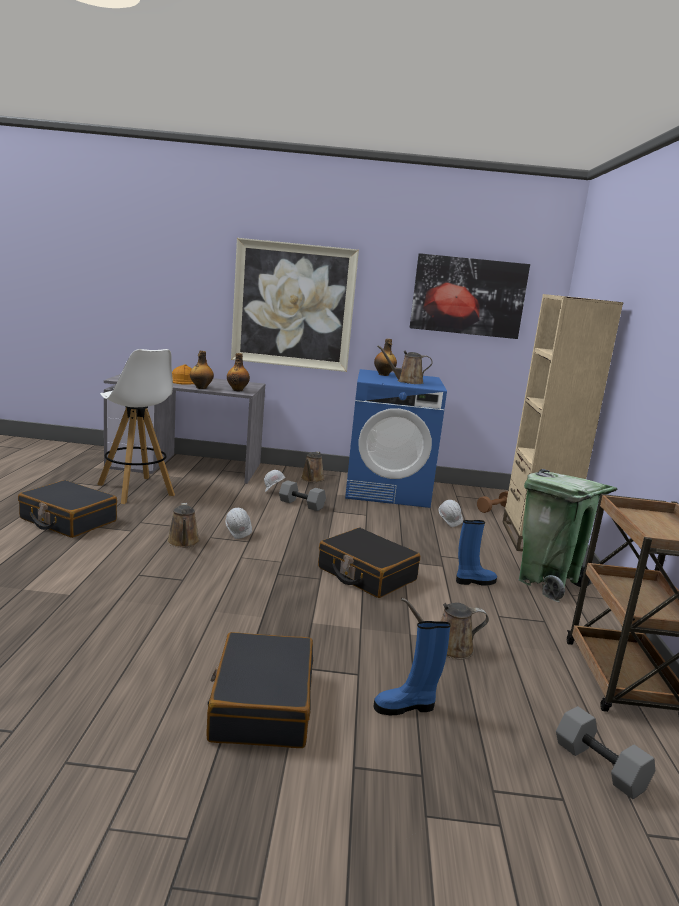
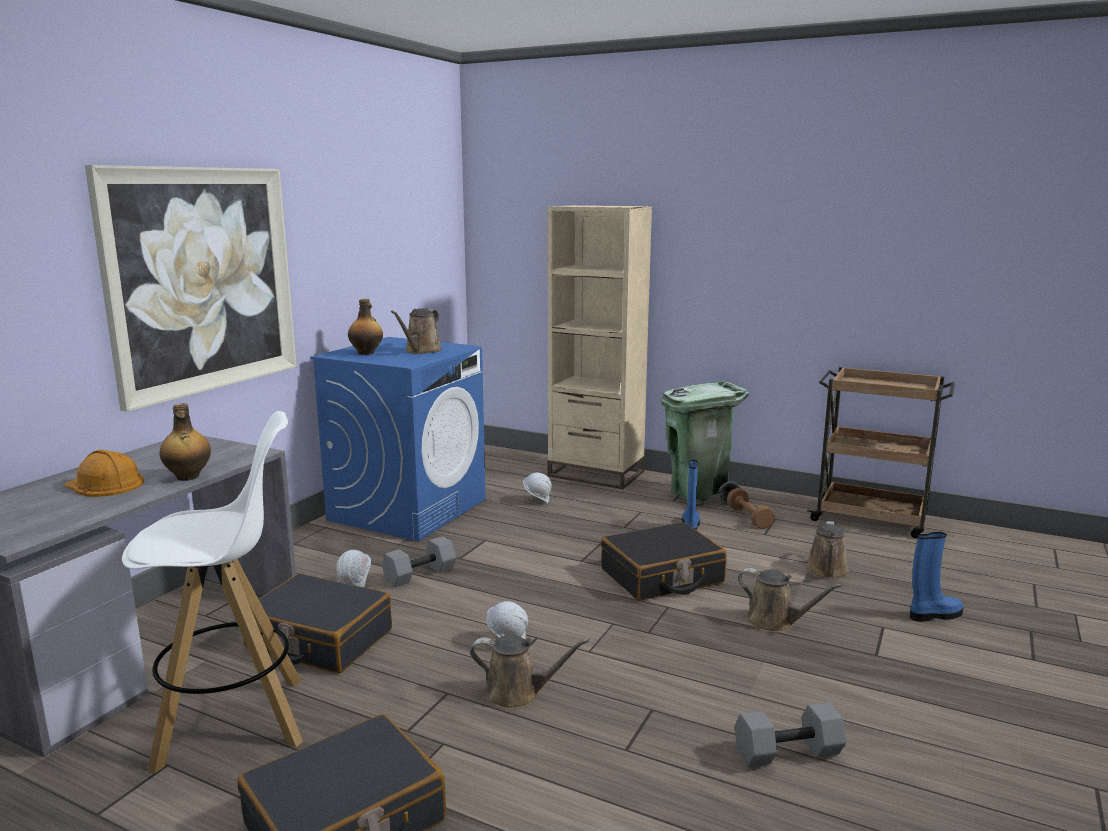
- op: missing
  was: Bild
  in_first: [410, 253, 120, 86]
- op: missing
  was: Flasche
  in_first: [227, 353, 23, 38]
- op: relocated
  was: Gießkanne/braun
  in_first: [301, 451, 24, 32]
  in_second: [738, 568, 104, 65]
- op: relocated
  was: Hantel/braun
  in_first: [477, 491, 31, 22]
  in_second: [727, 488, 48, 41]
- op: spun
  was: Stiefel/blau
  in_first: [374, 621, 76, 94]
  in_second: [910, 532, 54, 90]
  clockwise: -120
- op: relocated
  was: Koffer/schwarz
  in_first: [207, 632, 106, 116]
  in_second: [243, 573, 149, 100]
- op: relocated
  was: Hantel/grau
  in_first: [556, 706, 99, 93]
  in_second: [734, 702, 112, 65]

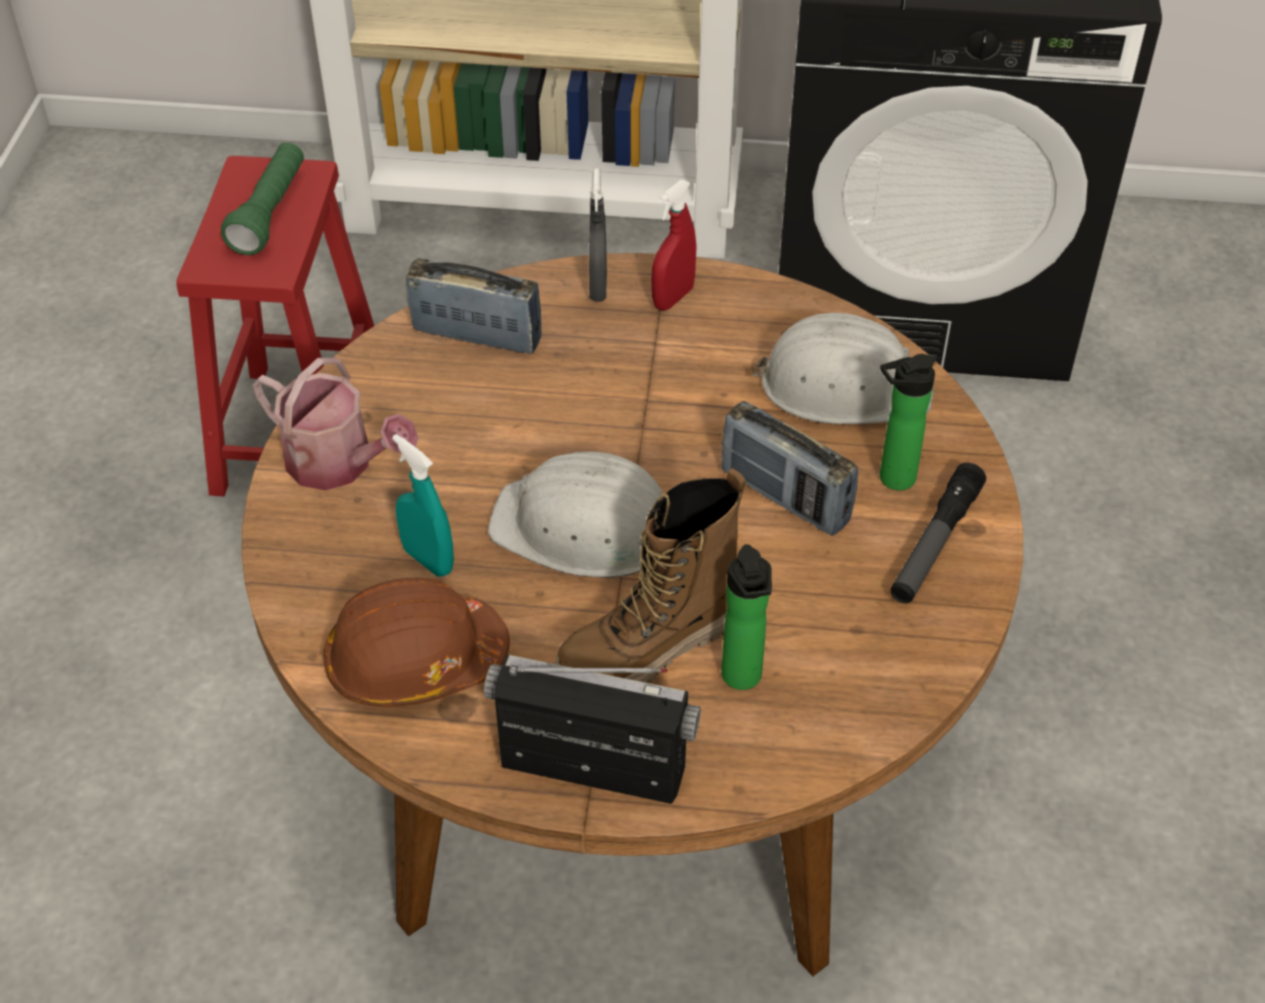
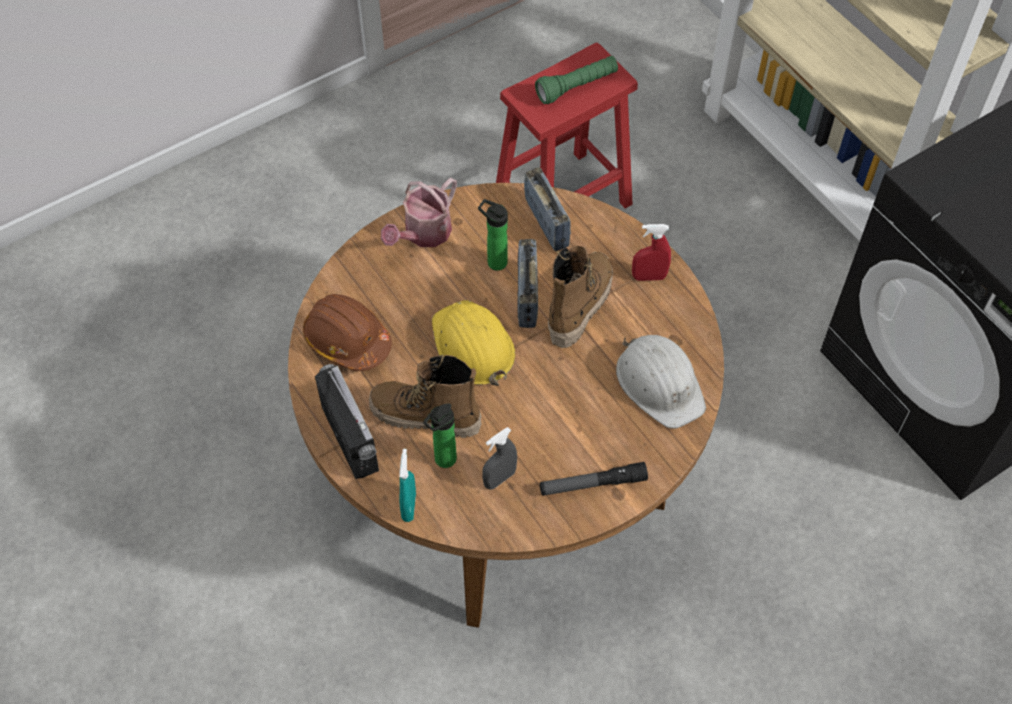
- op: relocated
  was: Sprühflasche/grau
  in_first: [589, 168, 18, 134]
  in_second: [482, 427, 35, 63]
- op: relocated
  was: Flasche
  in_first: [880, 354, 56, 136]
  in_second: [478, 199, 30, 72]
- op: spun
  was: Gießkanne
  in_first: [252, 358, 166, 132]
  in_second: [381, 178, 76, 69]
  clockwise: 45
- op: relocated
  was: Radio
  in_first: [722, 401, 136, 135]
  in_second: [517, 239, 21, 89]
- op: relocated
  was: Sprühflasche/türkis
  in_first: [392, 434, 62, 142]
  in_second: [399, 449, 17, 73]
- op: colour
  was: Schutzhelm/weiß
  now: Schutzhelm/gelb
  in_first: [488, 452, 175, 126]
  in_second: [432, 300, 83, 86]
- op: appeared
  now: Stiefel
  in_second: [548, 246, 65, 102]

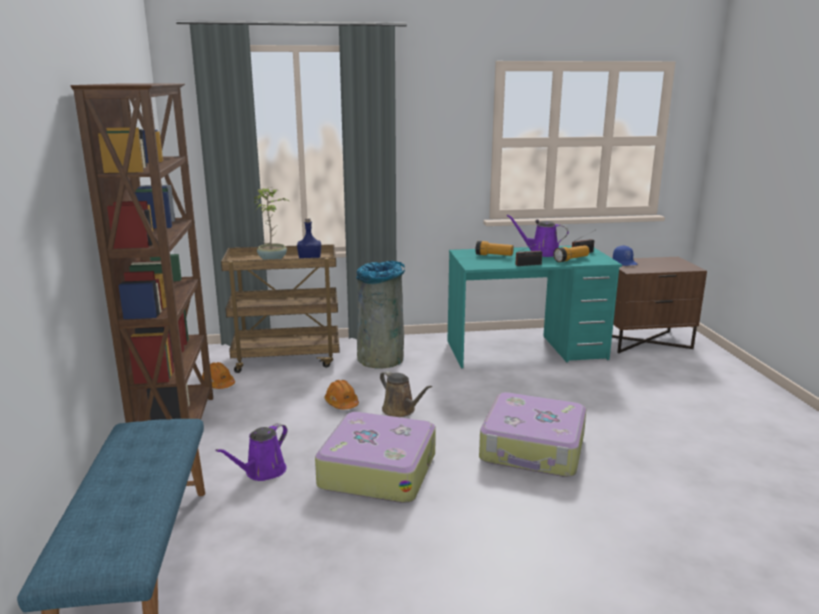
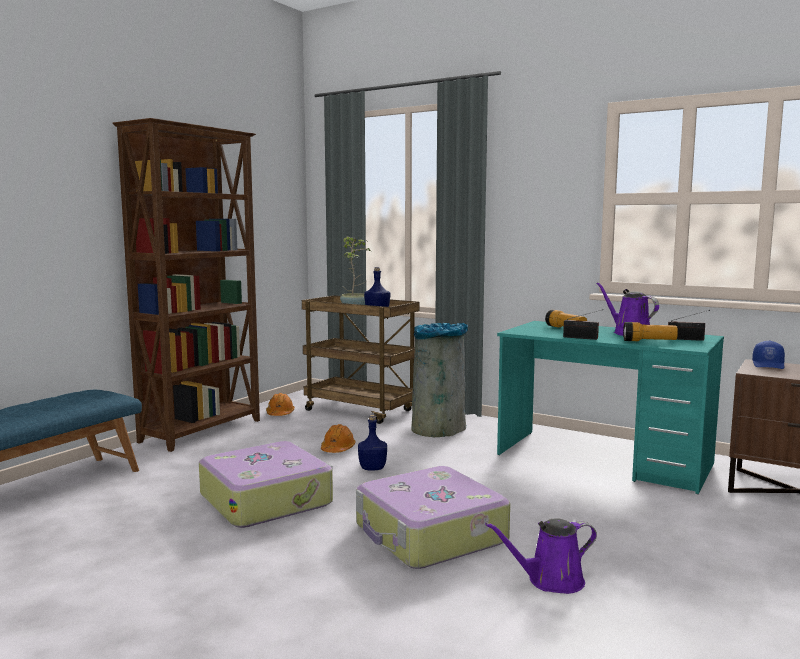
- op: exchanged
  was: Gießkanne/braun
  now: Flasche/blau
  in_first: [380, 371, 52, 46]
  in_second: [358, 415, 29, 56]
- op: relocated
  was: Gießkanne/lila
  in_first: [215, 423, 72, 58]
  in_second: [485, 518, 112, 76]

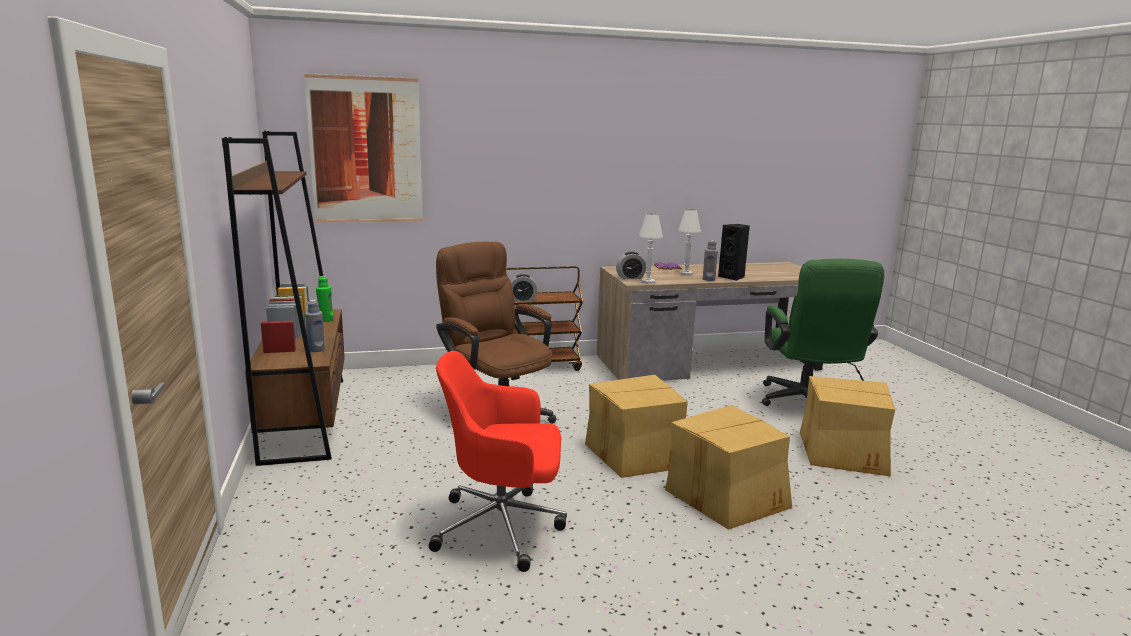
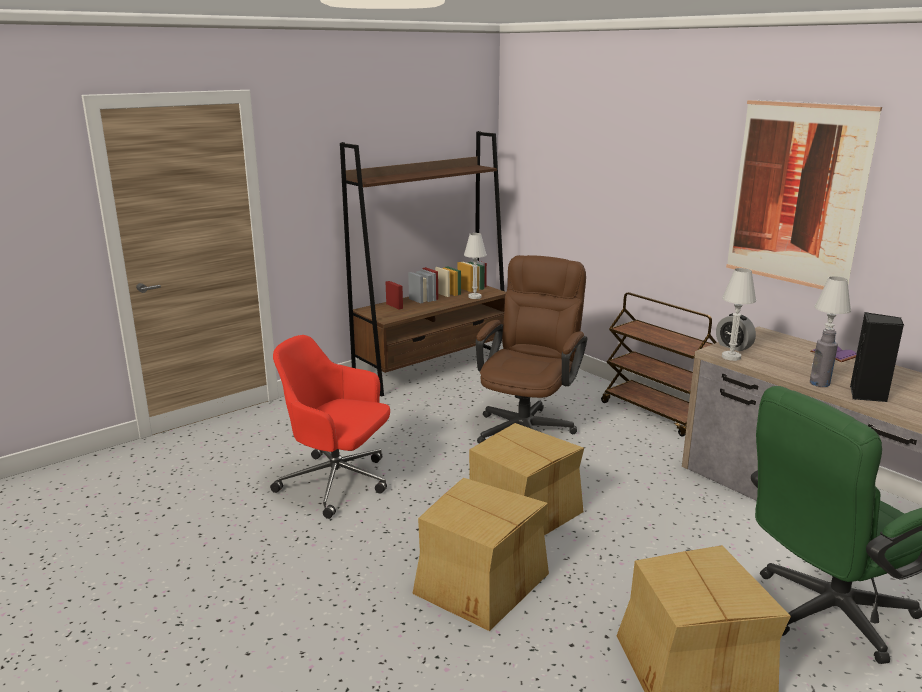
- op: relocated
  was: Bild
  in_first: [304, 74, 118, 148]
  in_second: [726, 100, 156, 190]
- op: missing
  was: Wecker
  in_first: [511, 274, 26, 28]
- op: exchanged
  was: Flasche/grün
  now: Tischlampe/weiß
  in_first: [316, 276, 18, 46]
  in_second: [464, 233, 23, 66]
- op: missing
  was: Flasche/grau
  in_first: [305, 300, 20, 52]
- op: spun
  was: Bürostuhl/rot
  in_first: [429, 351, 138, 221]
  in_second: [270, 335, 120, 184]
  clockwise: -45

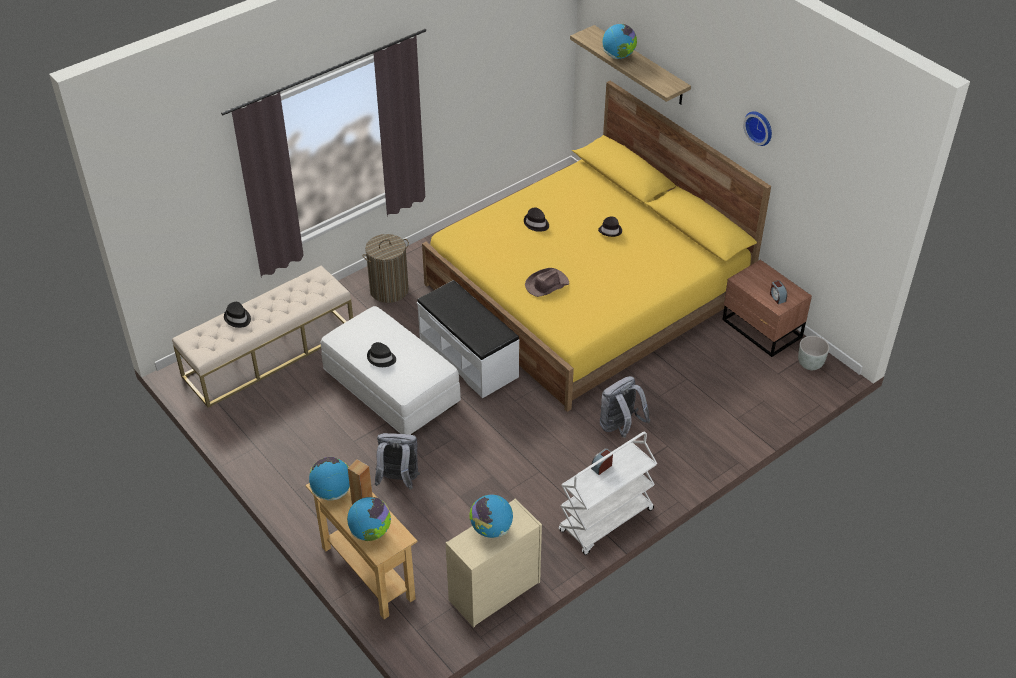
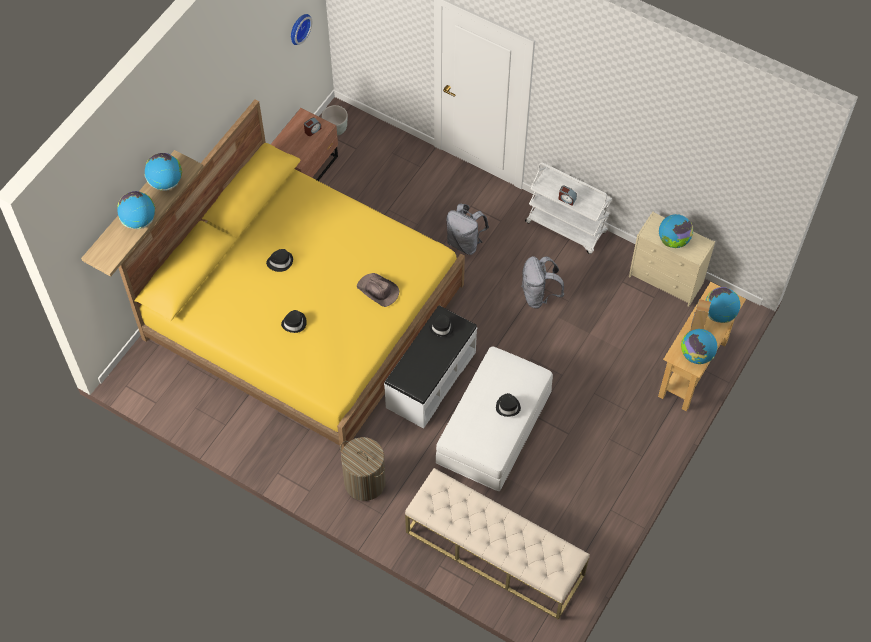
- op: relocated
  was: Wanduhr
  in_first: [743, 111, 29, 35]
  in_second: [291, 14, 21, 31]
- op: relocated
  was: Hut/schwarz
  in_first: [224, 302, 27, 26]
  in_second: [429, 314, 25, 23]
- op: relocated
  was: Rucksack/grau
  in_first: [375, 433, 45, 57]
  in_second: [521, 256, 43, 52]
- op: appeared
  now: Globus
  in_second: [145, 153, 37, 38]

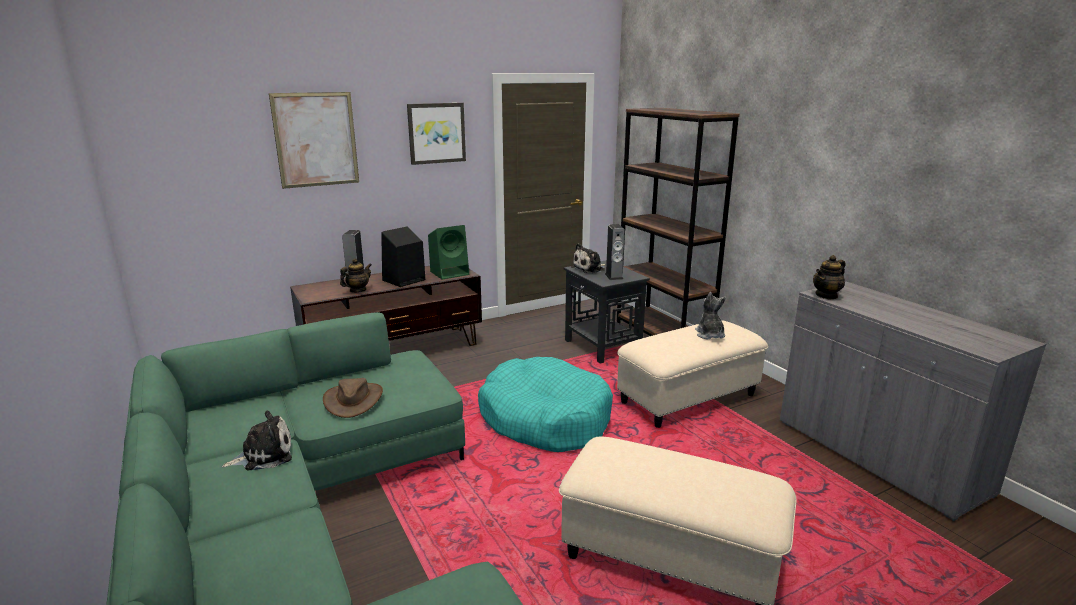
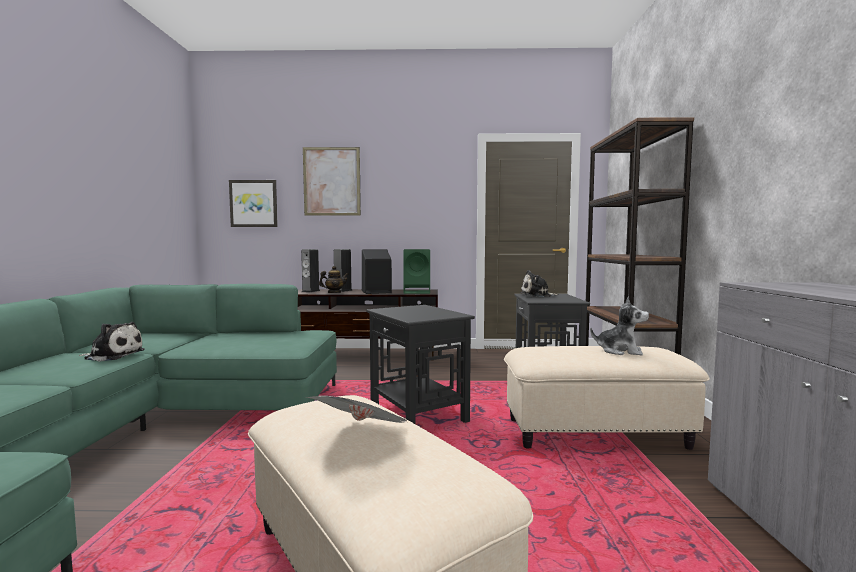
- op: relocated
  was: Bild
  in_first: [407, 103, 59, 62]
  in_second: [229, 180, 49, 47]
- op: relocated
  was: Lautsprecher
  in_first: [605, 224, 20, 56]
  in_second: [301, 249, 19, 44]
- op: missing
  was: Teekanne
  in_first: [813, 255, 32, 44]
- op: spun
  was: Plüschtier
  in_first: [695, 292, 31, 48]
  in_second: [590, 296, 59, 60]
  clockwise: 90
- op: exchanged
  was: Hundebett/türkis
  now: Beistelltisch/schwarz
  in_first: [478, 357, 135, 95]
  in_second: [366, 305, 109, 119]
- op: missing
  was: Hut/braun
  in_first: [323, 378, 60, 40]
- op: appeared
  now: Zeitung
  in_second: [305, 396, 102, 27]

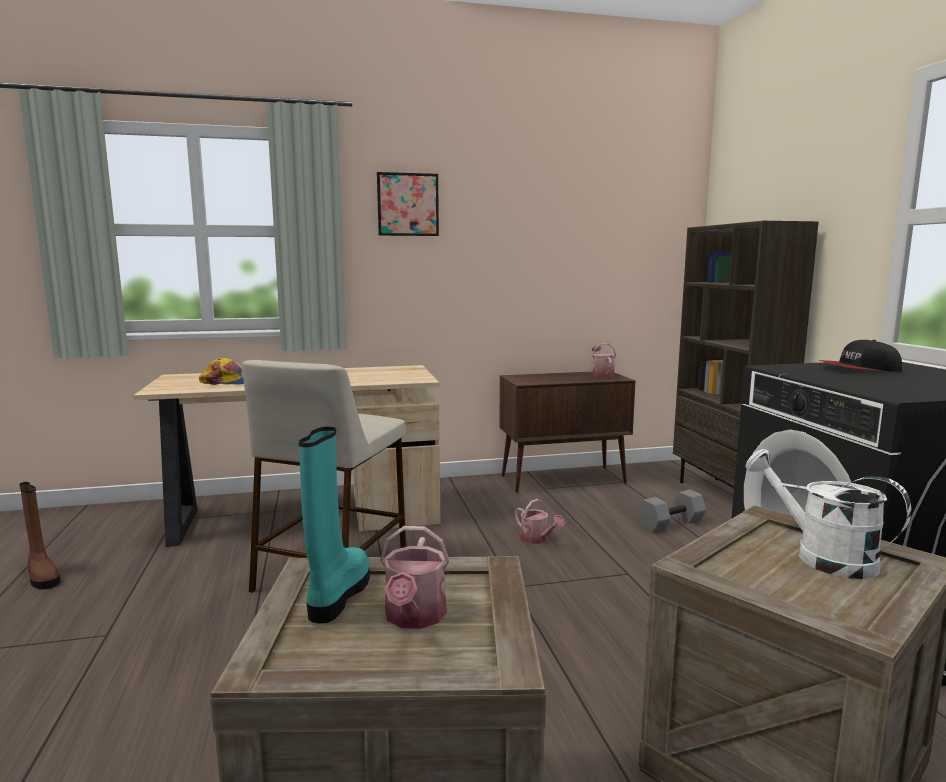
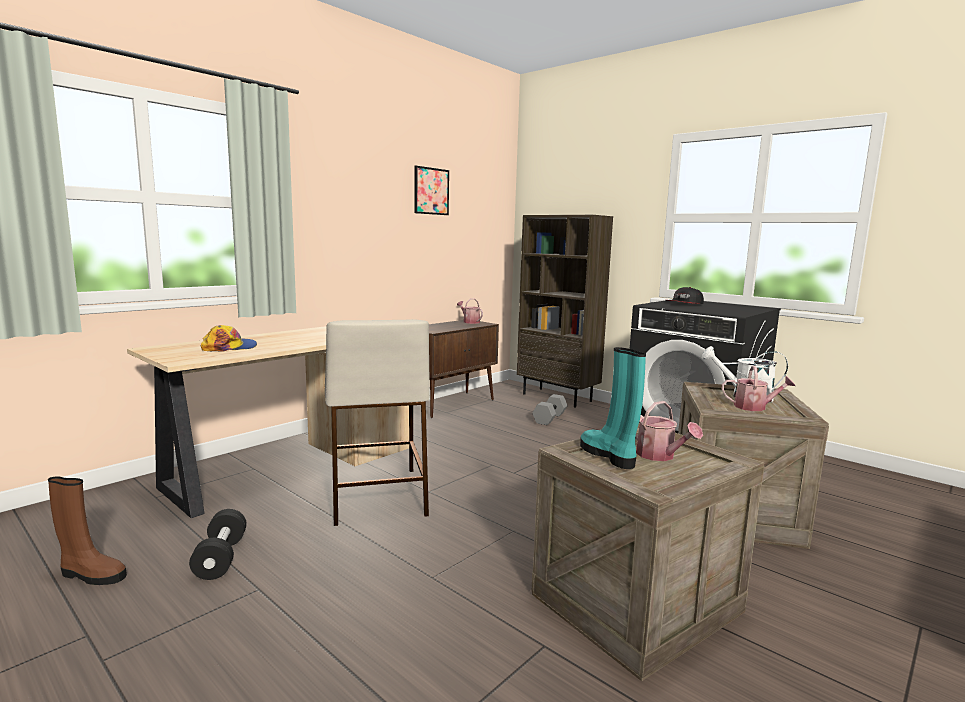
- op: relocated
  was: Bild
  in_first: [377, 172, 62, 64]
  in_second: [414, 166, 35, 49]
- op: relocated
  was: Gießkanne
  in_first: [515, 499, 50, 45]
  in_second: [722, 365, 73, 46]
- op: appeared
  now: Hantel/schwarz
  in_second: [189, 509, 58, 71]

